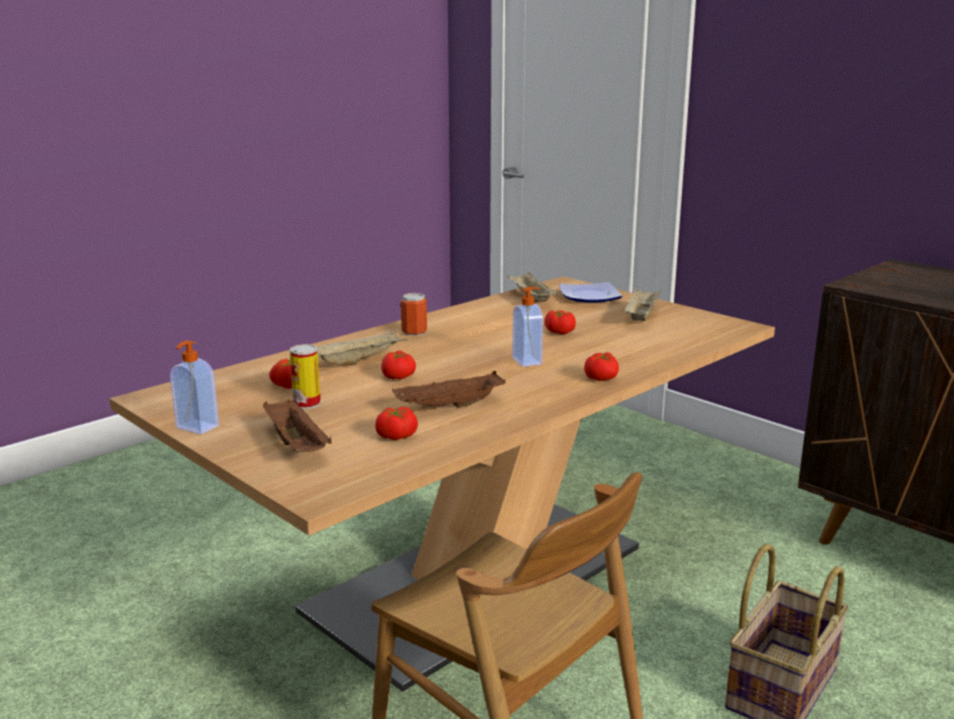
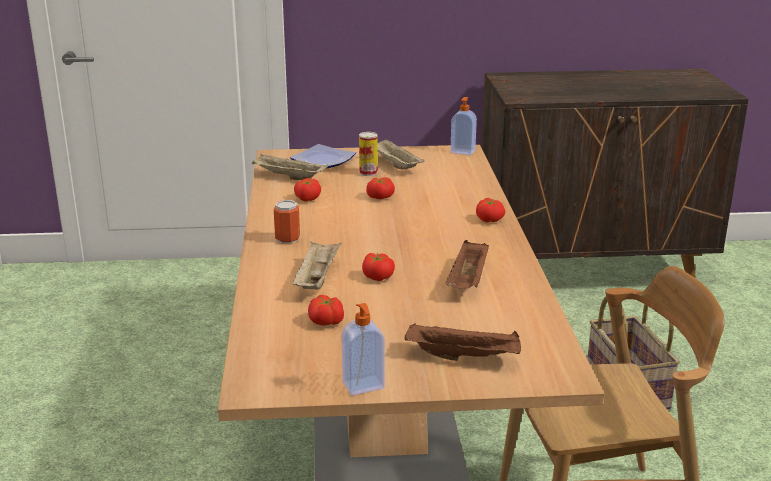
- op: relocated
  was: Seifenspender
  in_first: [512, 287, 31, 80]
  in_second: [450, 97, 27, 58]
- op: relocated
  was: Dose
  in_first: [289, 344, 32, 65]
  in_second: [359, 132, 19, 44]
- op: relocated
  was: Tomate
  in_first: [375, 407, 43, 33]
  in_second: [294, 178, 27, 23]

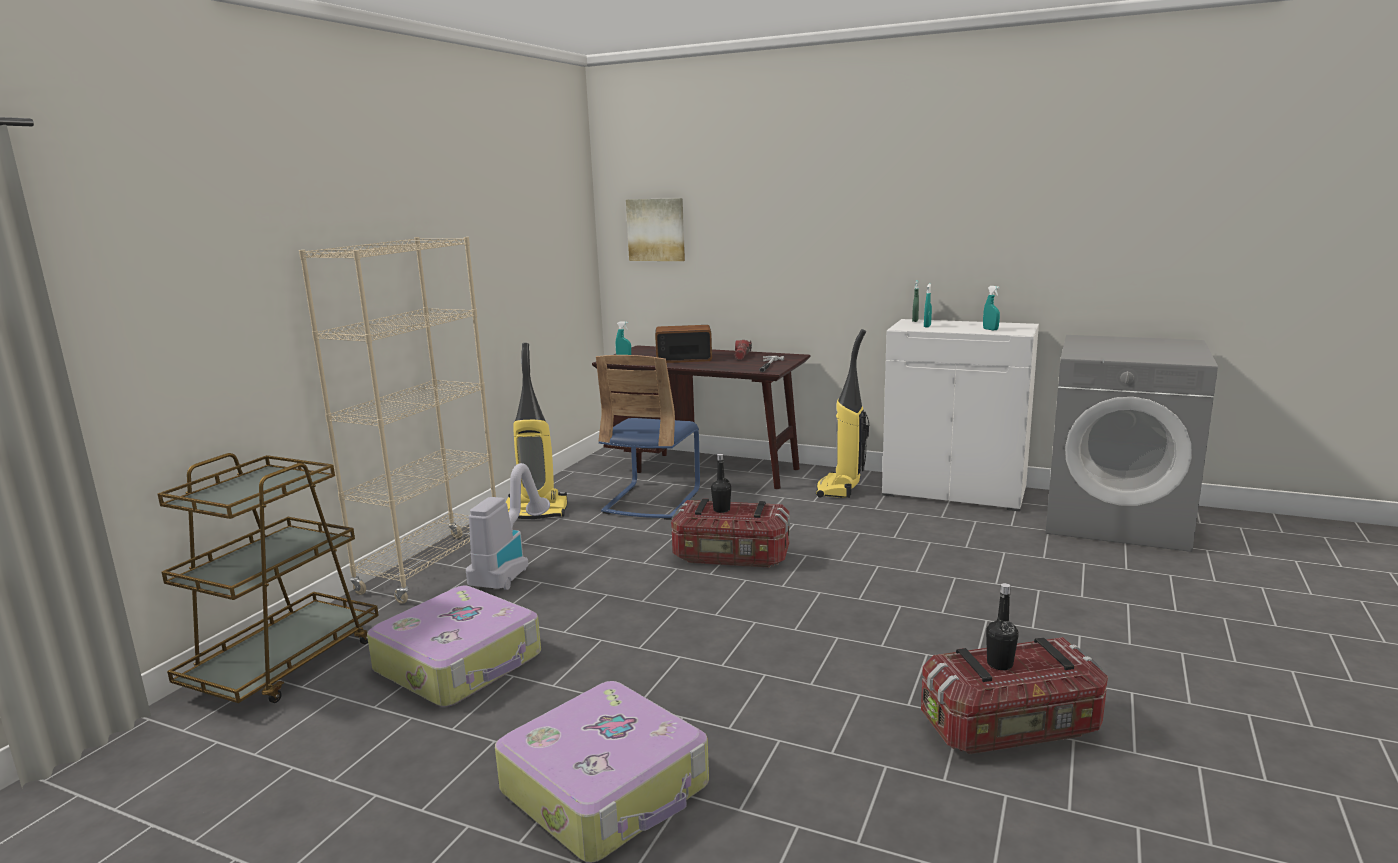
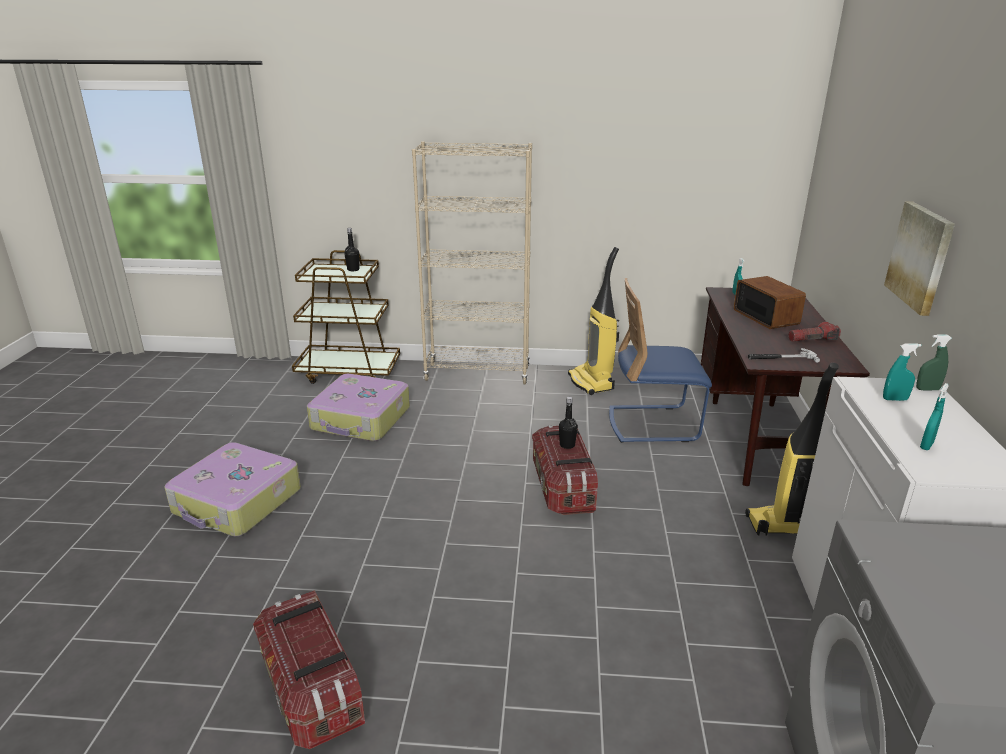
- op: relocated
  was: Bild
  in_first: [626, 198, 59, 63]
  in_second: [884, 201, 71, 115]
- op: missing
  was: Staubsauger
  in_first: [466, 463, 84, 127]
- op: relocated
  was: Flasche/schwarz
  in_first: [986, 583, 33, 87]
  in_second: [344, 228, 15, 43]

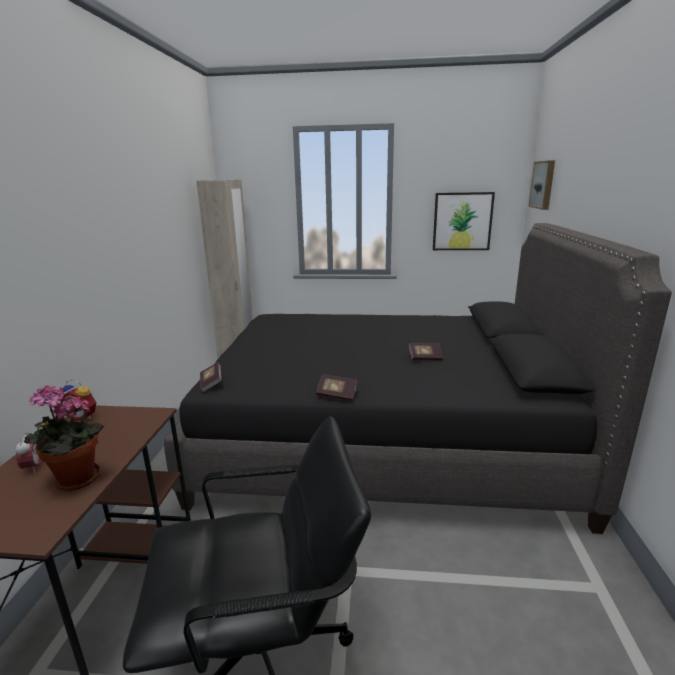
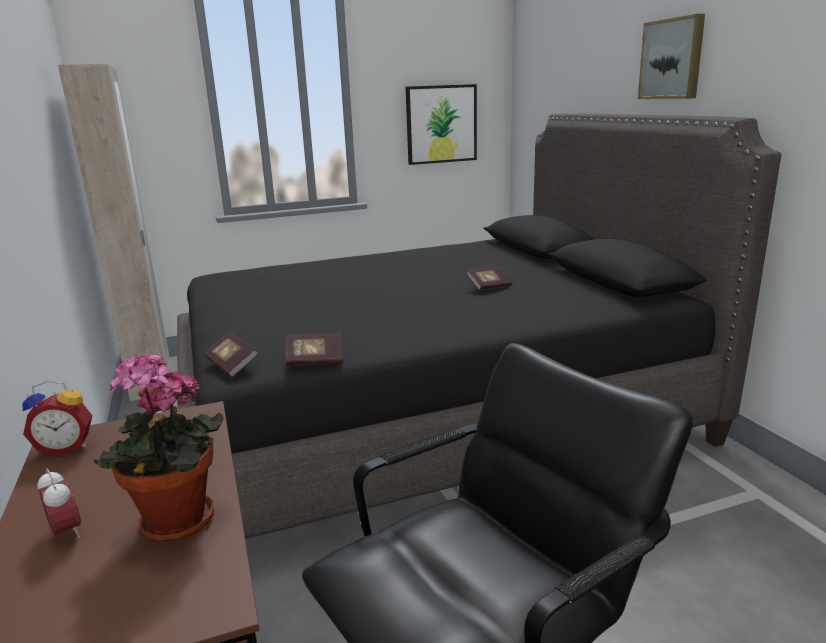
- op: relocated
  was: Bild
  in_first: [529, 160, 26, 50]
  in_second: [638, 14, 67, 85]
- op: relocated
  was: Buch
  in_first: [316, 374, 41, 27]
  in_second: [286, 333, 57, 33]

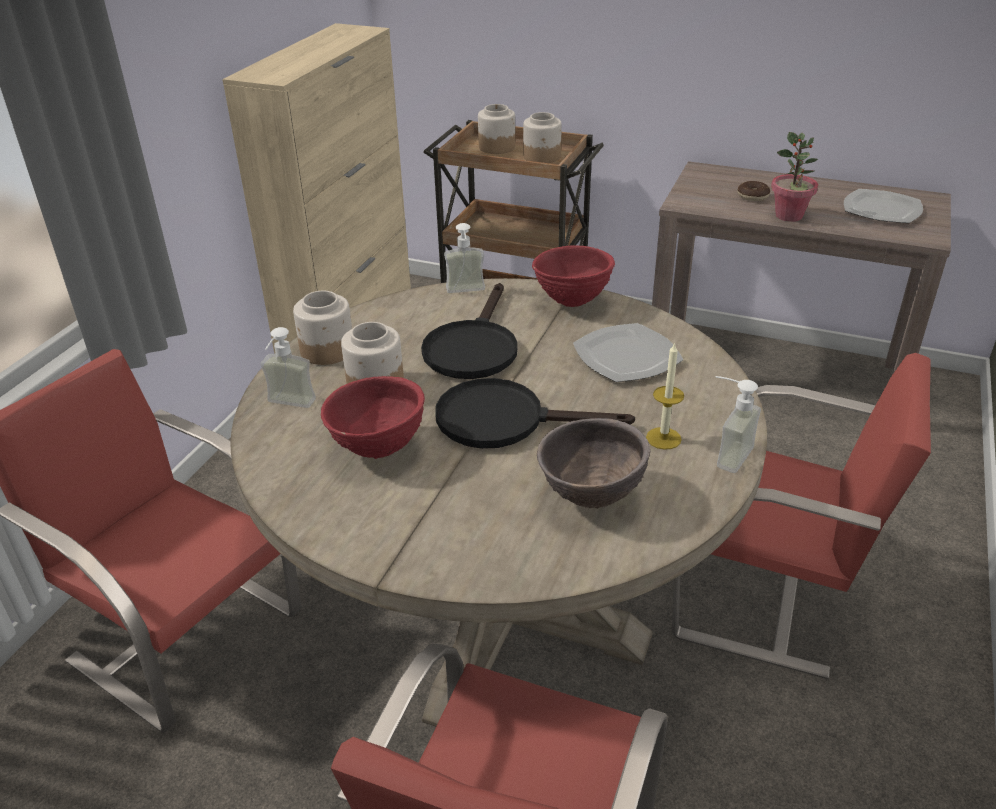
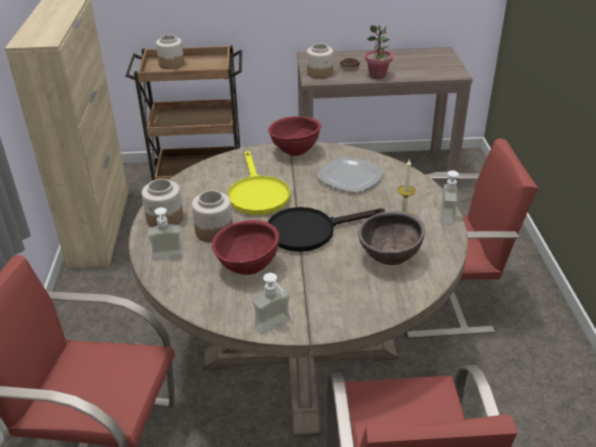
- op: relocated
  was: Vorratsglas
  in_first: [523, 112, 39, 51]
  in_second: [307, 44, 26, 35]
- op: missing
  was: Teller
  in_first: [844, 189, 79, 34]
- op: relocated
  was: Seifenspender
  in_first: [444, 223, 41, 70]
  in_second: [253, 273, 37, 62]
- op: colour
  was: Pfanne/schwarz
  now: Pfanne/gelb
  in_first: [421, 283, 97, 96]
  in_second: [228, 151, 62, 64]

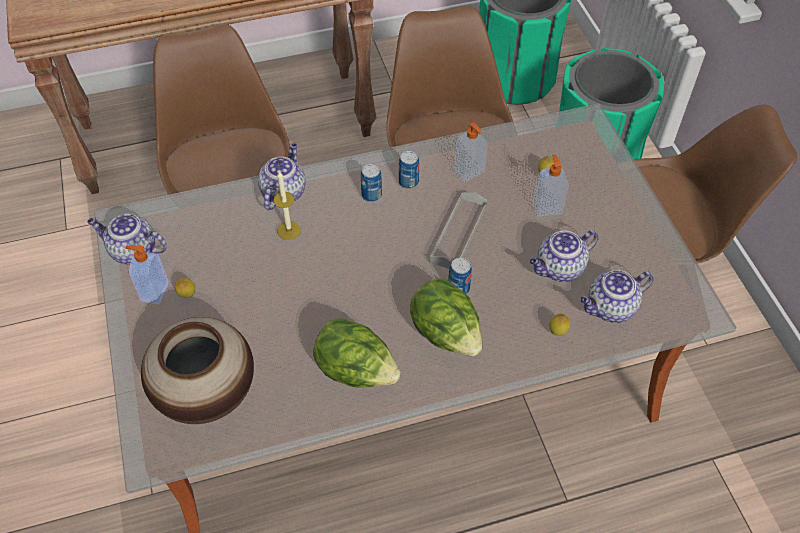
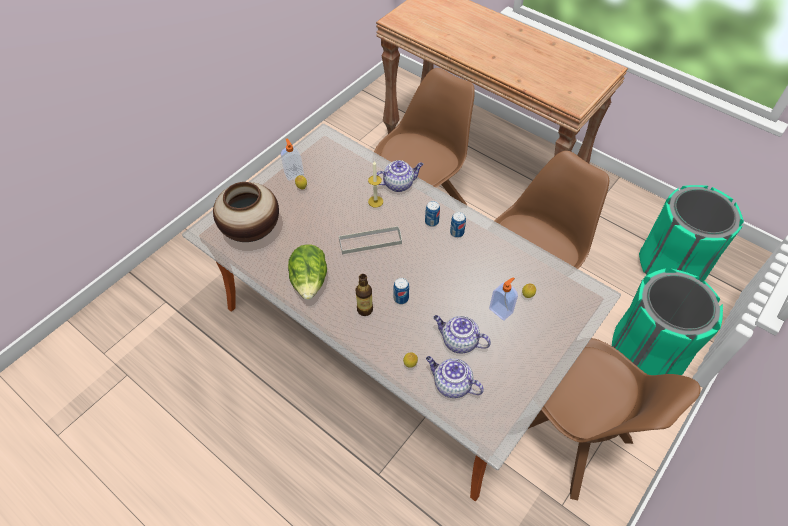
- op: missing
  was: Seifenspender
  in_first: [454, 122, 34, 60]
- op: relocated
  was: Tablett/grau
  in_first: [430, 192, 57, 77]
  in_second: [339, 226, 63, 28]
- op: missing
  was: Teekanne
  in_first: [87, 214, 80, 50]
- op: exchanged
  was: Salatkopf
  now: Flasche
  in_first: [410, 279, 72, 77]
  in_second: [356, 274, 17, 42]

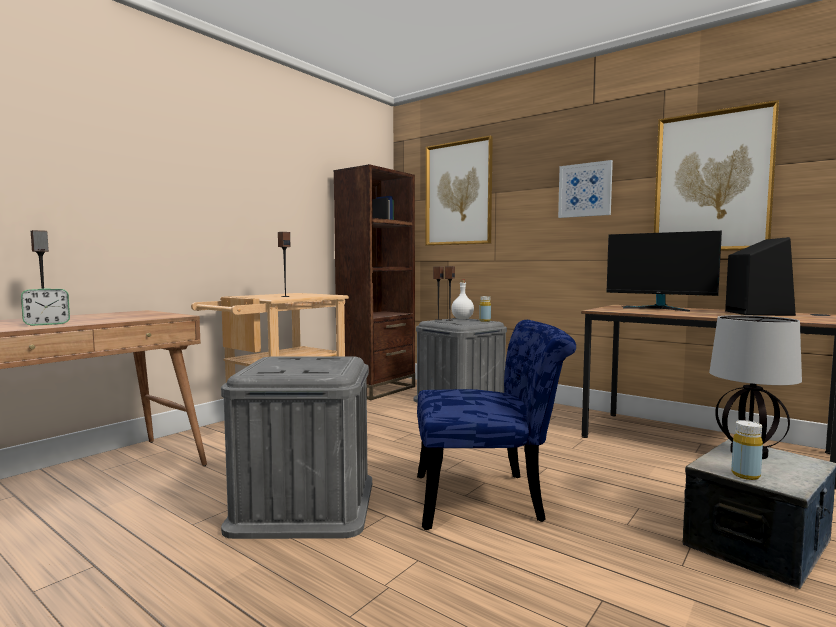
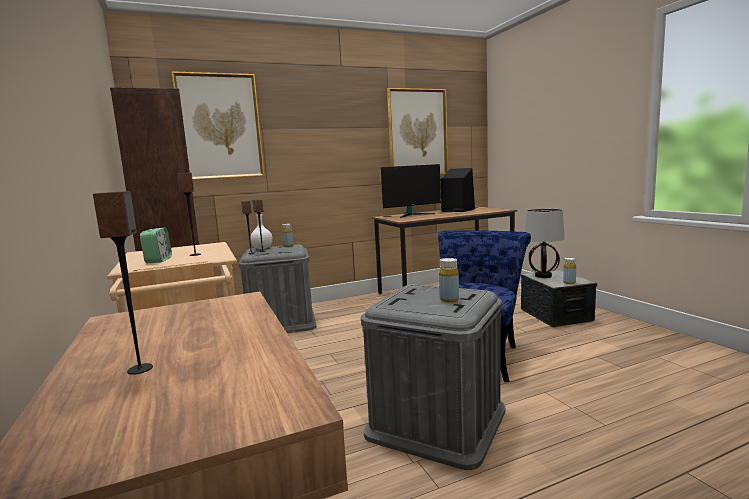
- op: missing
  was: Bild
  in_first: [558, 160, 55, 58]
- op: relocated
  was: Wecker
  in_first: [21, 288, 49, 38]
  in_second: [140, 228, 32, 35]
- op: appeared
  now: Flasche/gelb
  in_second: [439, 258, 20, 44]

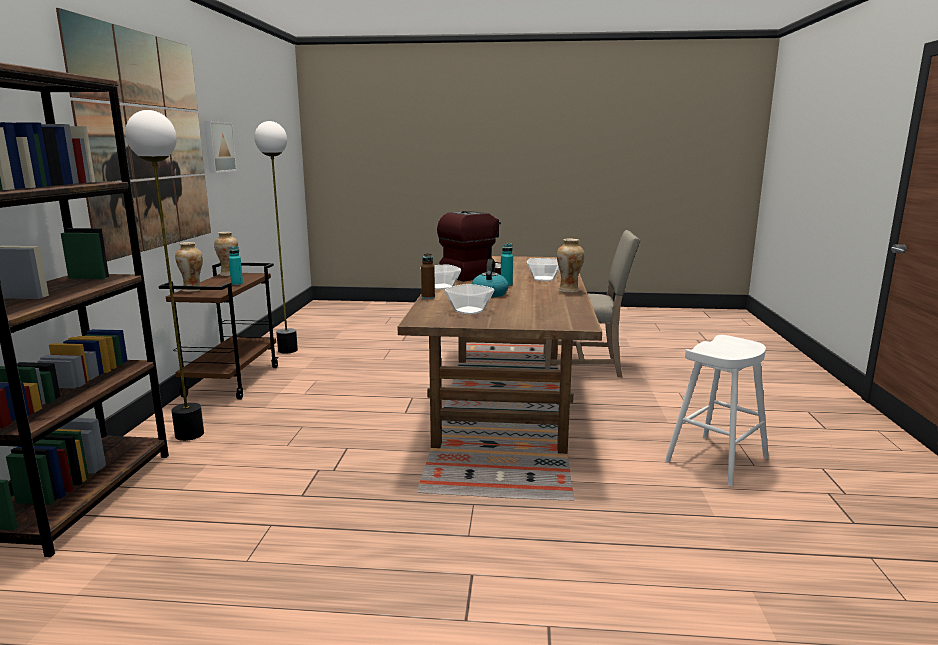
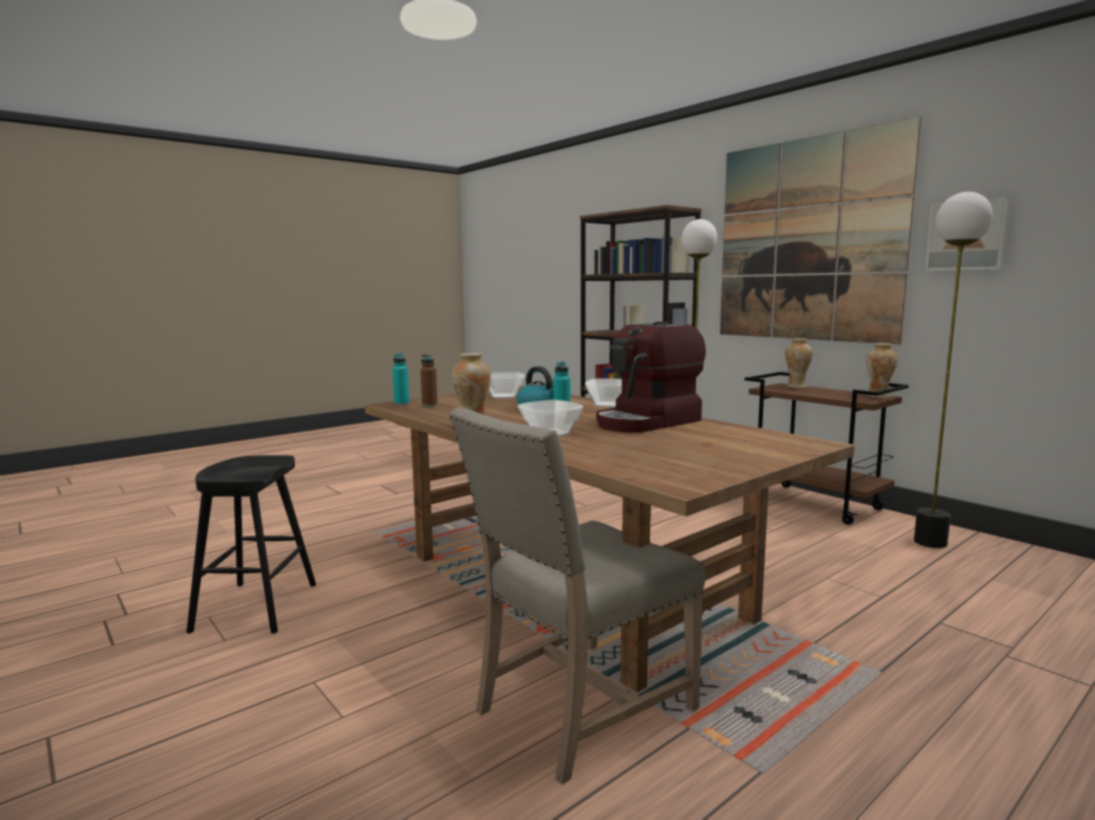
- op: spun
  was: Kaffeemaschine
  in_first: [437, 211, 64, 71]
  in_second: [596, 322, 110, 110]
  clockwise: 45
- op: relocated
  was: Flasche/türkis
  in_first: [229, 246, 14, 39]
  in_second: [392, 354, 17, 51]
- op: relocated
  was: Flasche/braun
  in_first: [421, 253, 14, 46]
  in_second: [421, 354, 17, 53]
- op: colour
  was: Hocker/weiß
  now: Hocker/schwarz
  in_first: [665, 335, 104, 152]
  in_second: [187, 455, 129, 179]

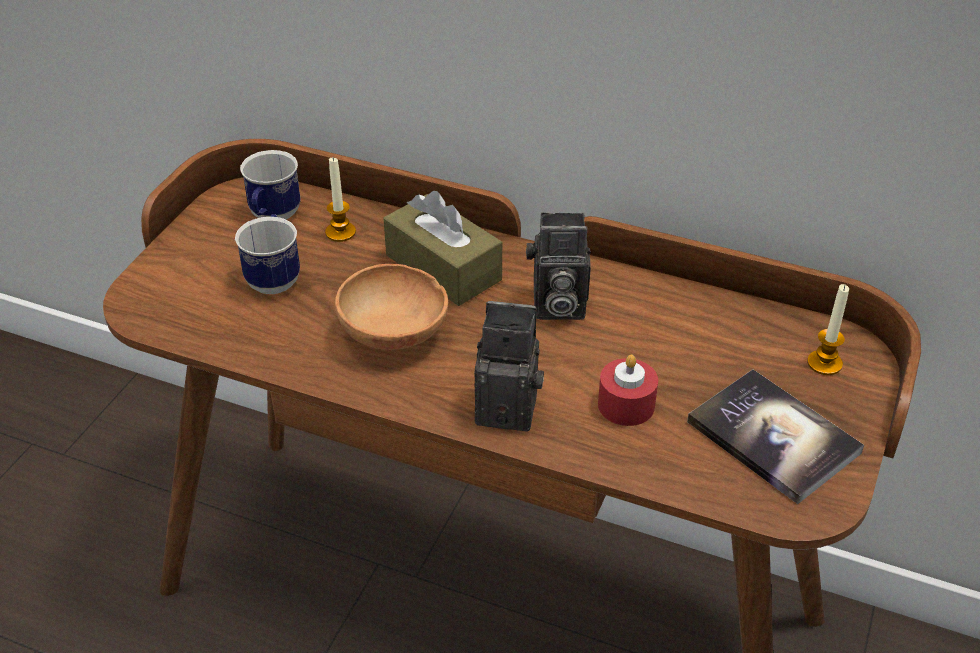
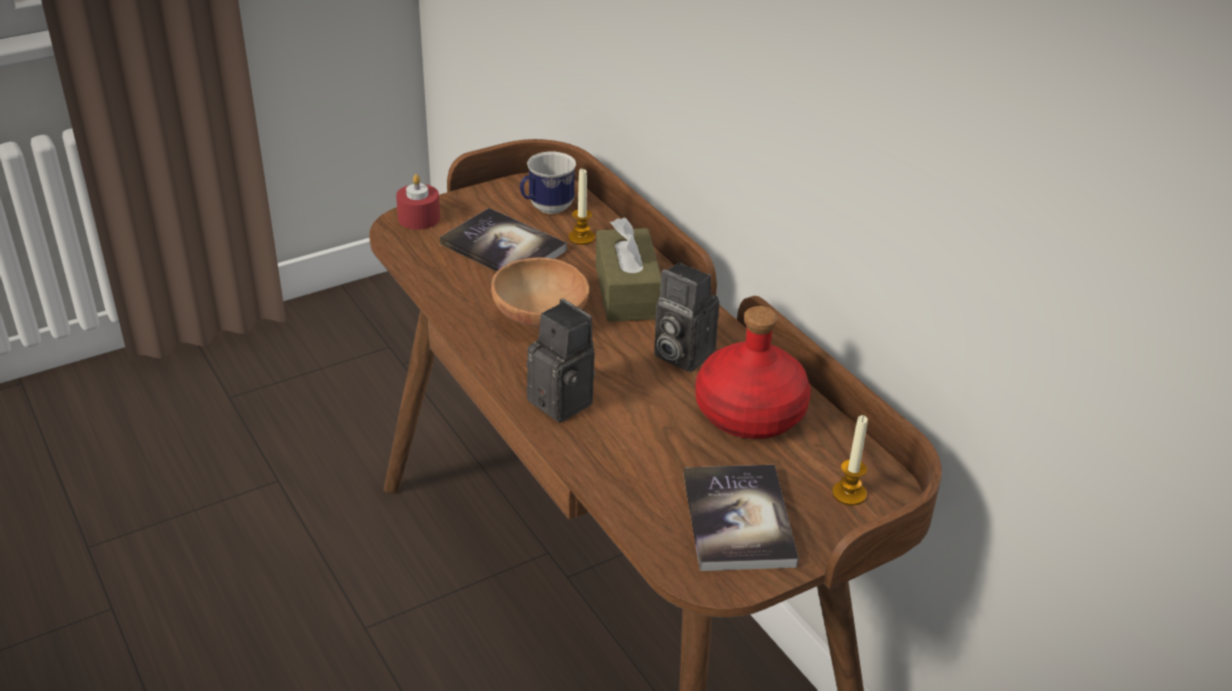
- op: exchanged
  was: Henkelbecher
  now: Buch
  in_first: [235, 214, 65, 80]
  in_second: [440, 208, 127, 63]
- op: relocated
  was: Kerze/rot
  in_first: [598, 354, 60, 72]
  in_second: [396, 174, 44, 56]
- op: appeared
  now: Flasche/rot
  in_second: [695, 306, 116, 133]

